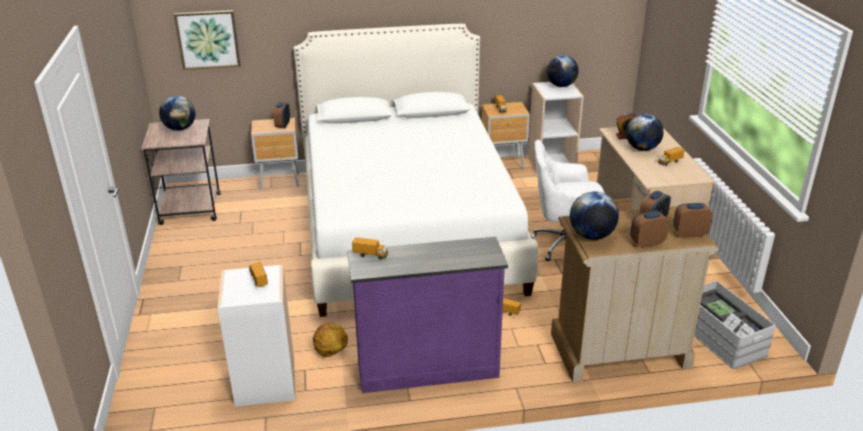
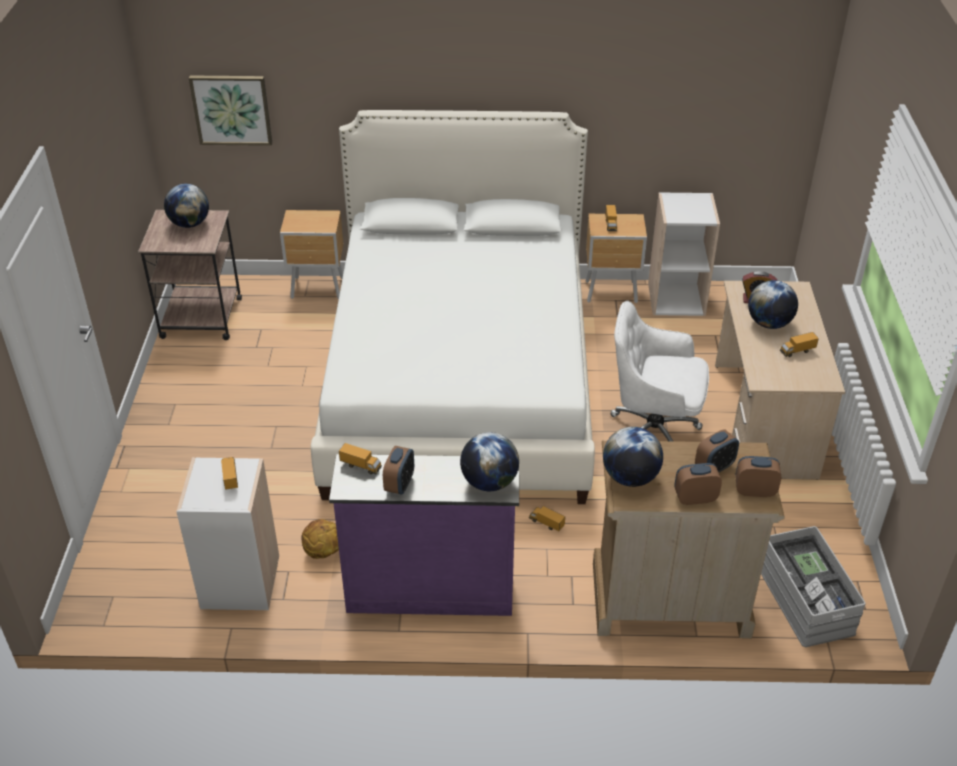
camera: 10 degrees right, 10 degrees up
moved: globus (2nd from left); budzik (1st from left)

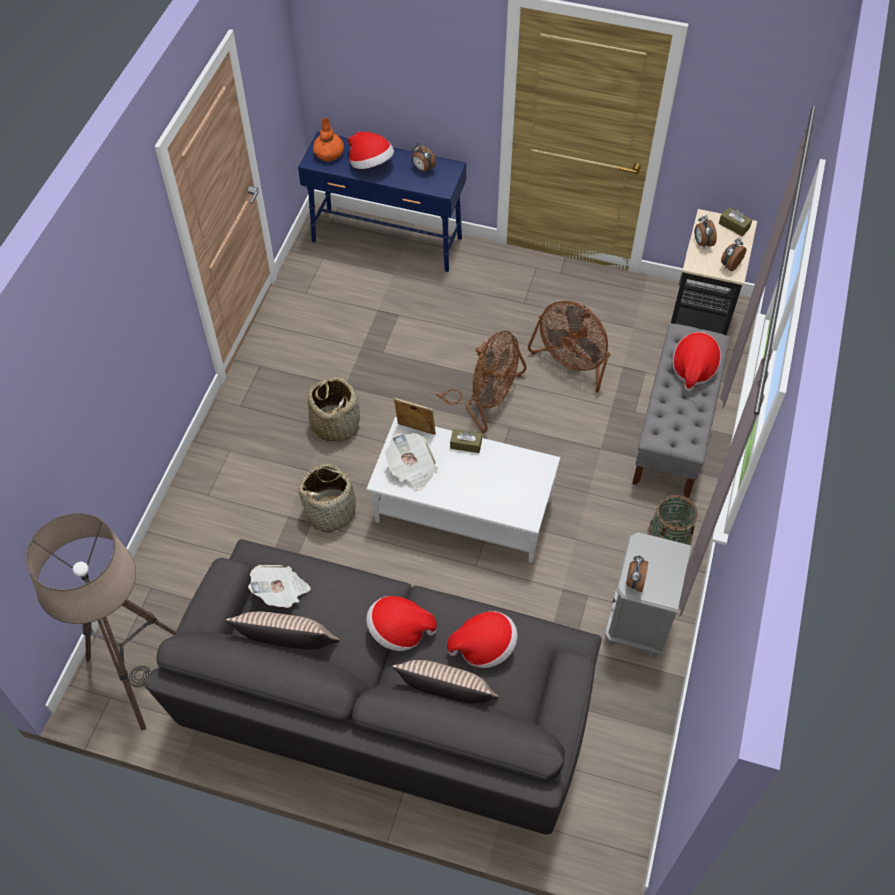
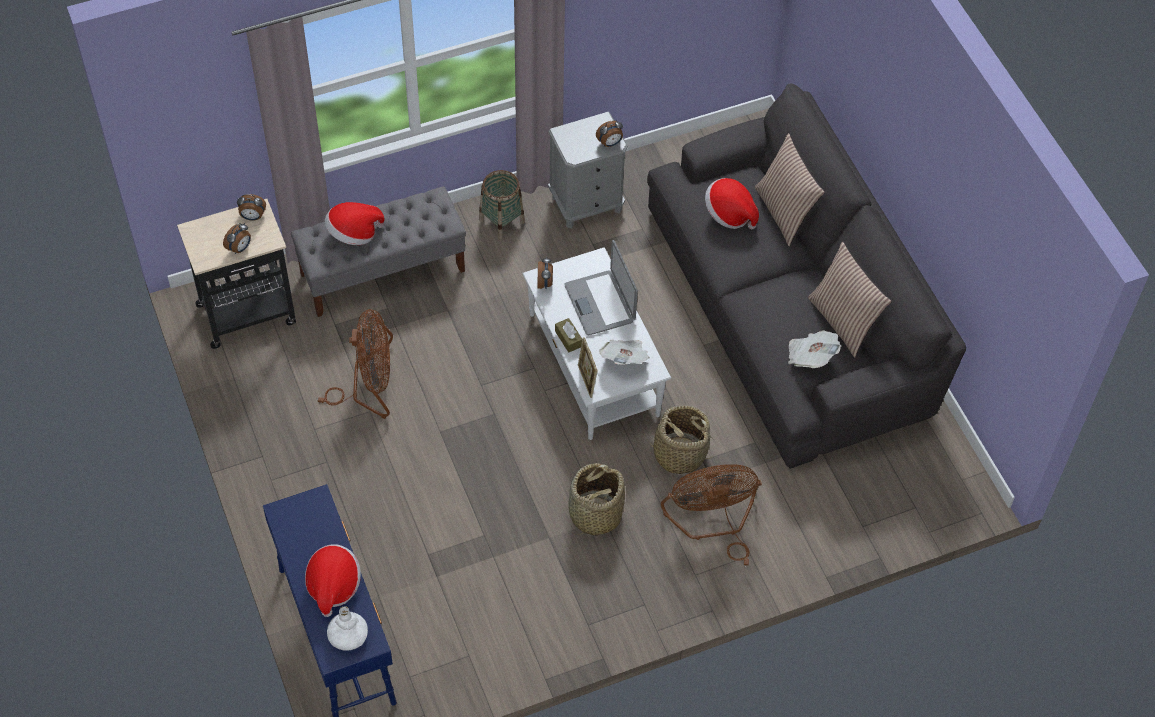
camera: 130 degrees left, 0 degrees up
removed: pudełko chusteczek/brązowy (2nd from left); lampa stojąca; kapelusz (2nd from left)
added: laptop
moved: budzik (1st from left in the first image) to budzik (3rd from left); wentylator/brązowy (1st from left in the first image) to wentylator/brązowy (2nd from left)
recoloured: wazon/pomarańczowy to wazon/biały

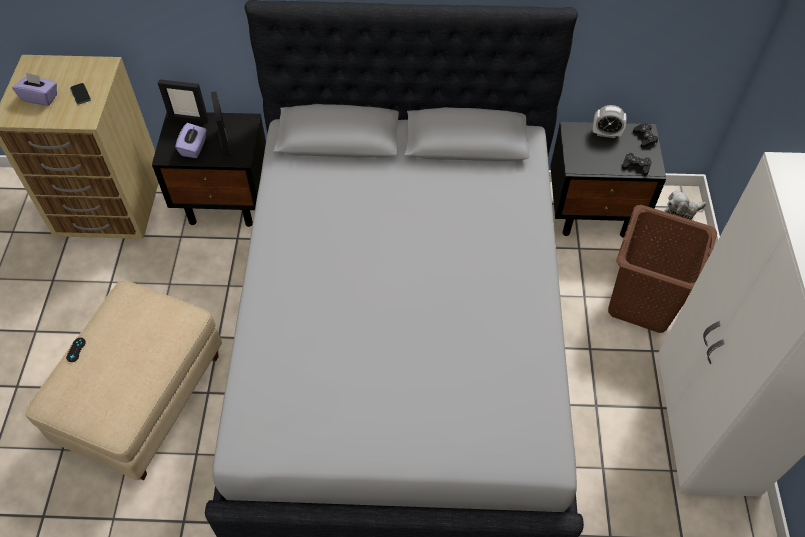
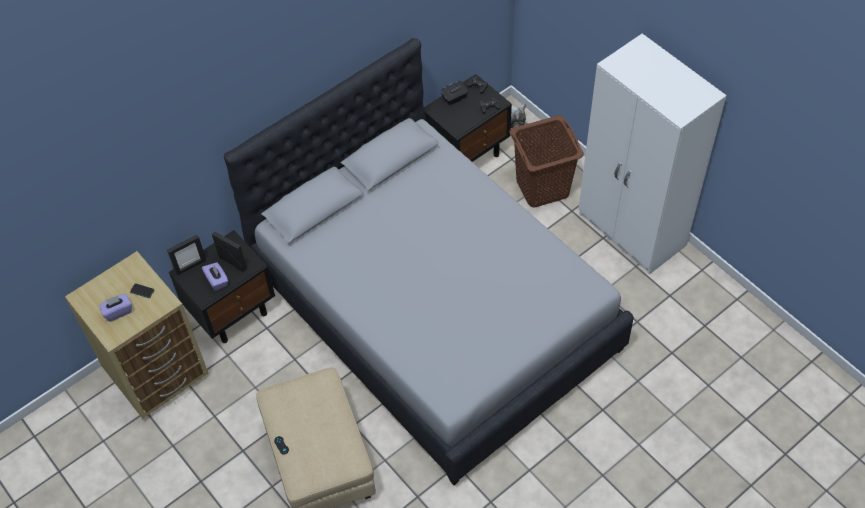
camera: 40 degrees left, 0 degrees up
replaced: budzik to pudełko chusteczek/czarny

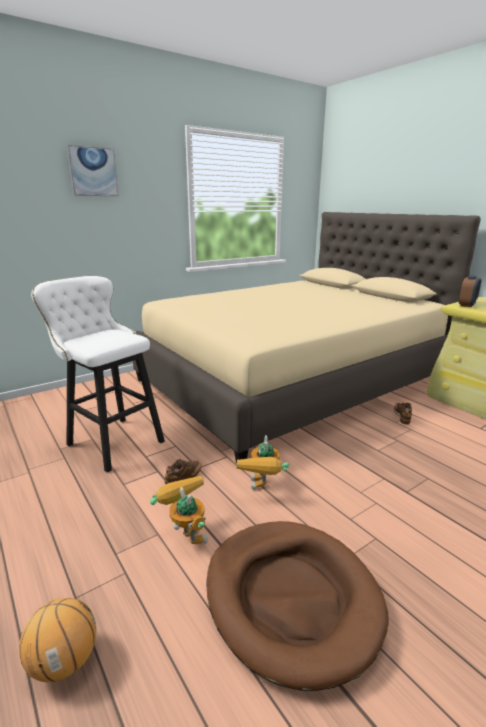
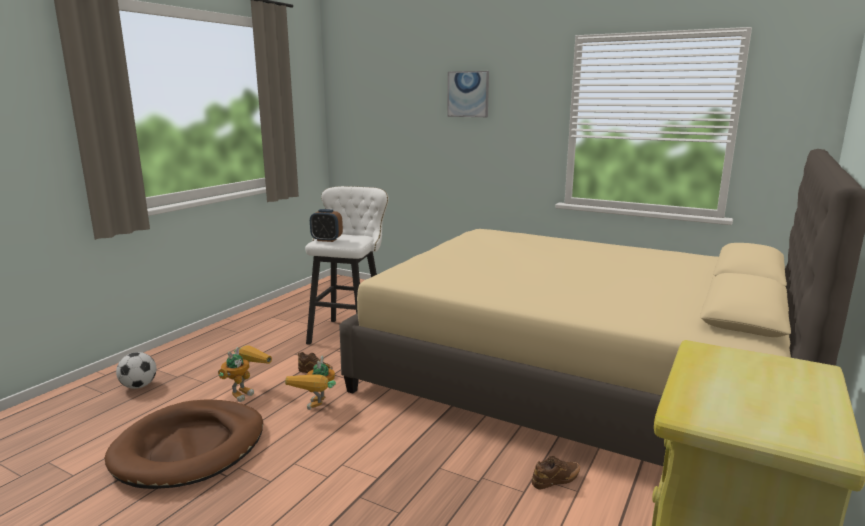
camera: 65 degrees right, 5 degrees down
moved: budzik
replaced: piłka do koszykówki to piłka futbolowa
turned: robot zabawkowy (2nd from left) 60 degrees counterclockwise

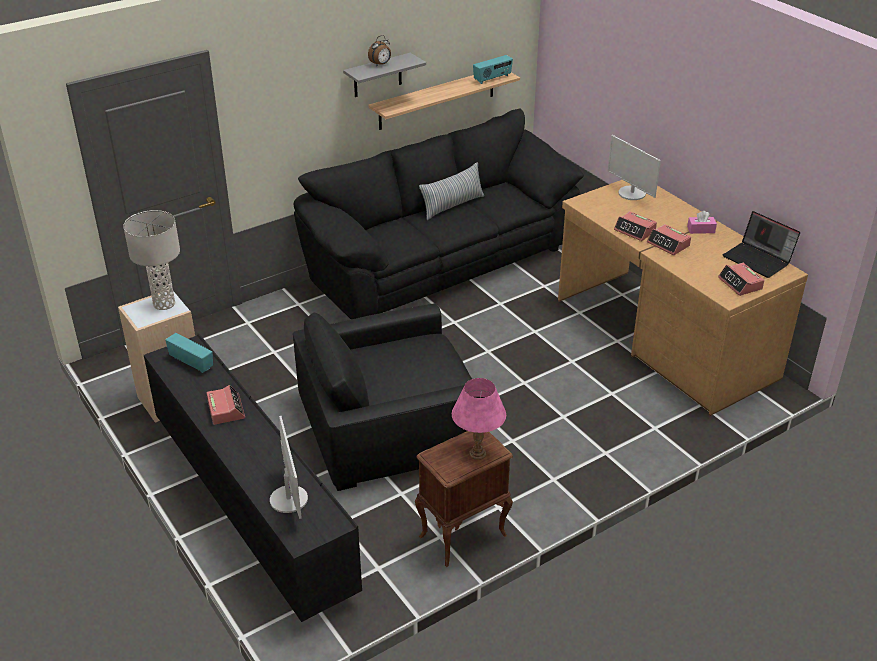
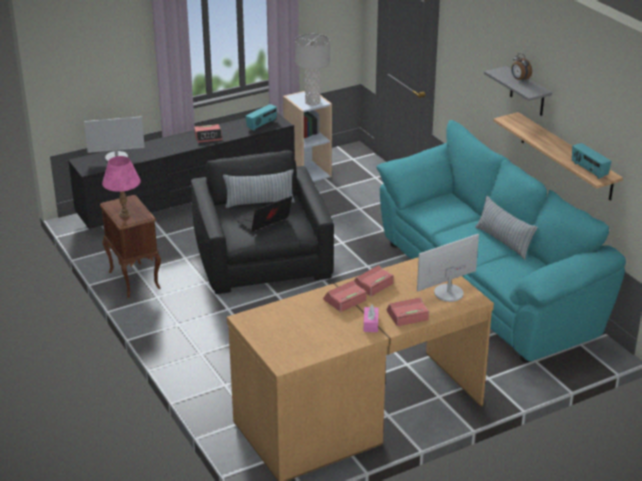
camera: 95 degrees right, 5 degrees down
added: poduszka (1st from left)
moved: laptop; budzik (5th from left in the first image) to budzik (4th from left)
recoloured: kanapa/czarny to kanapa/turkusowy

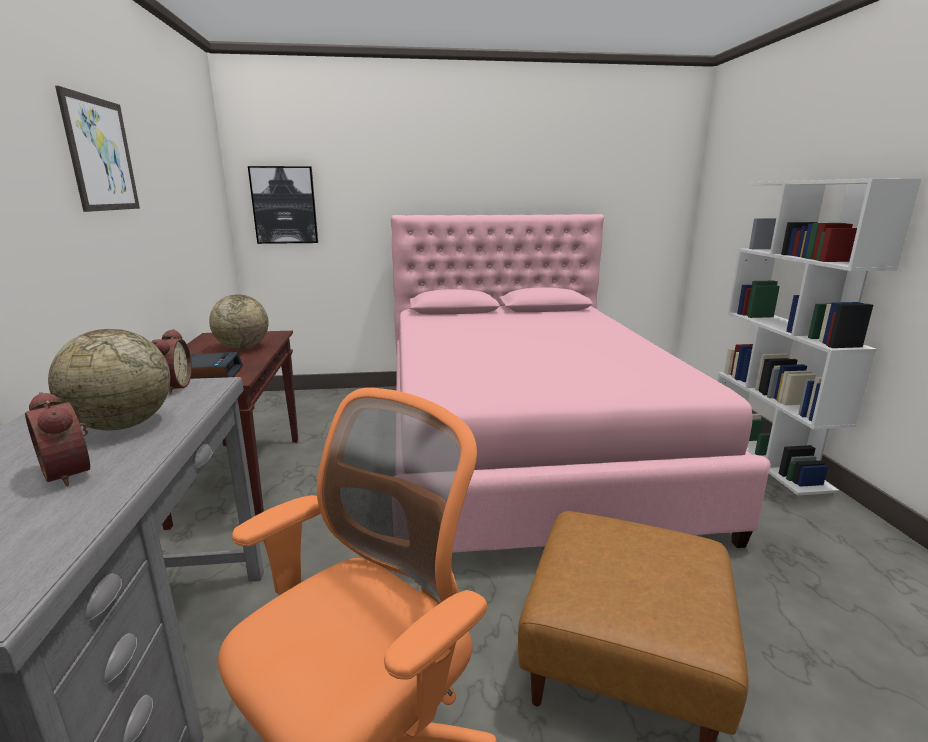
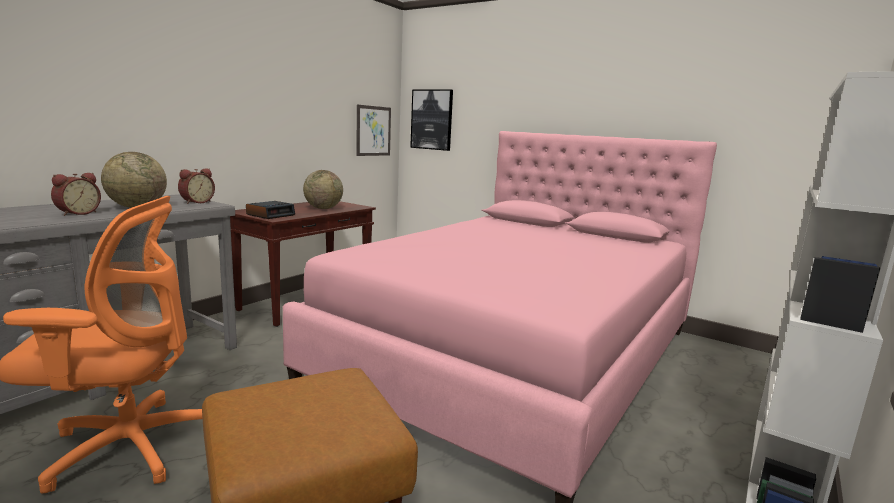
camera: 40 degrees right, 5 degrees down
moved: obraz (1st from left)
turned: budzik (1st from left) 150 degrees counterclockwise

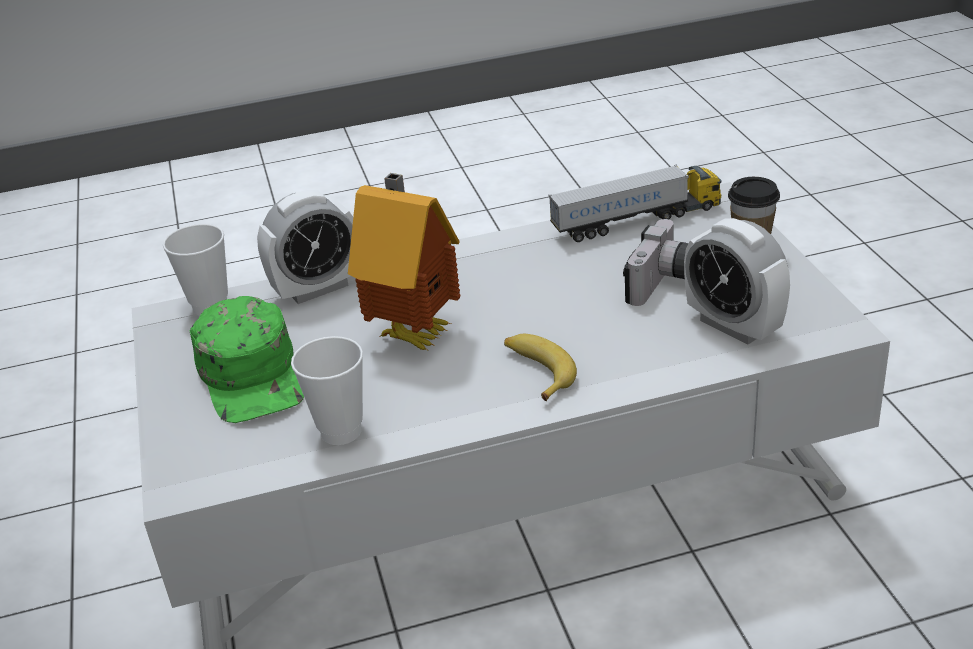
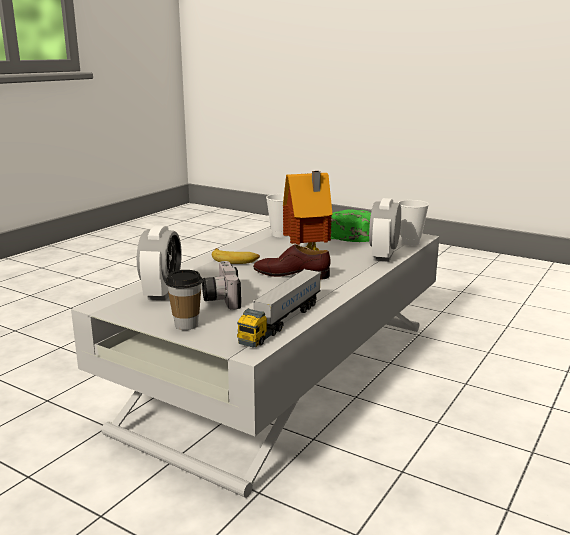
camera: 135 degrees right, 15 degrees down
added: but/brązowy
turned: budzik (2nd from left in the first image) 90 degrees clockwise

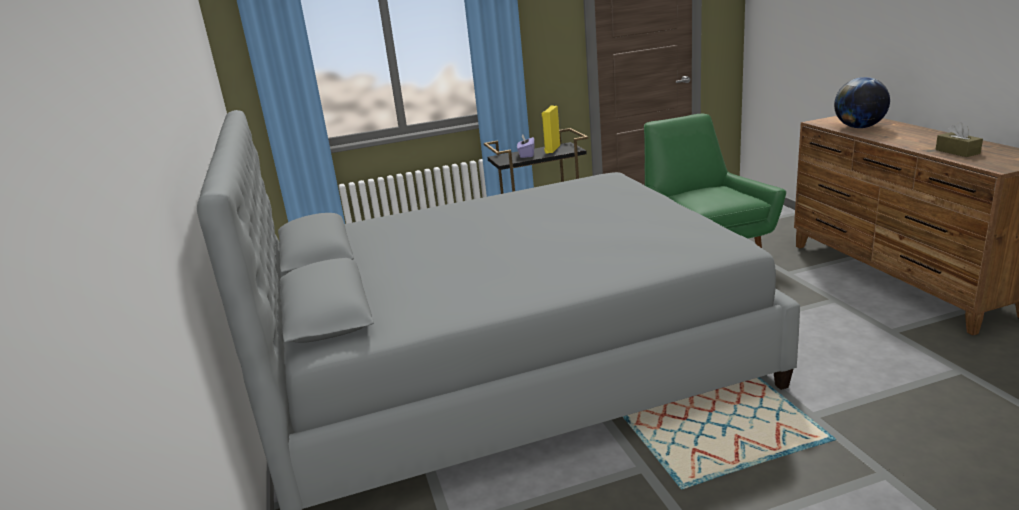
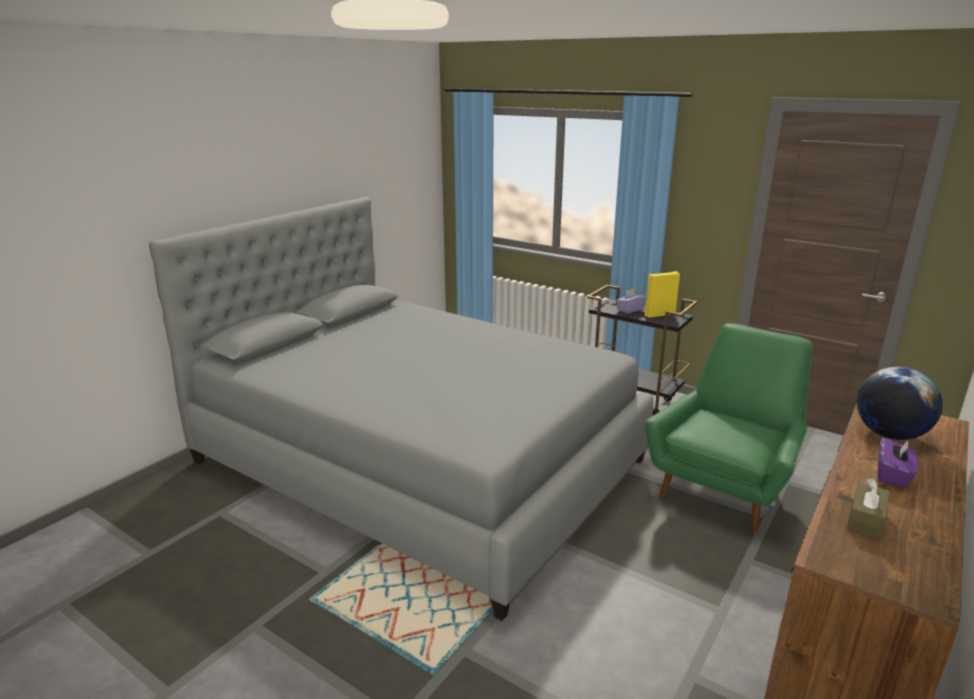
camera: 50 degrees right, 0 degrees up
added: pudełko chusteczek/fioletowy (2nd from left)

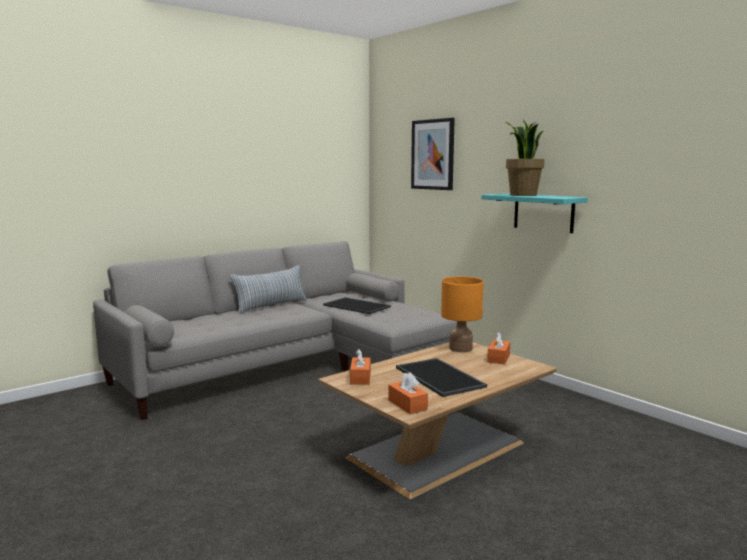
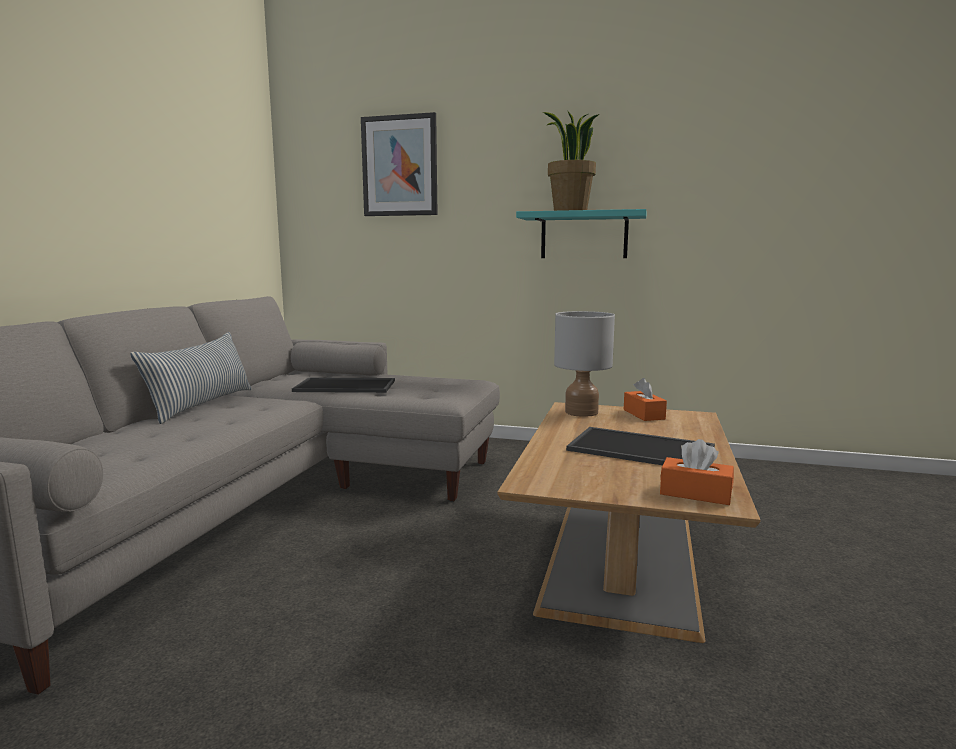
camera: 35 degrees left, 0 degrees up
removed: pudełko chusteczek/pomarańczowy (1st from left)
recoloured: lampa stołowa/pomarańczowy to lampa stołowa/szary

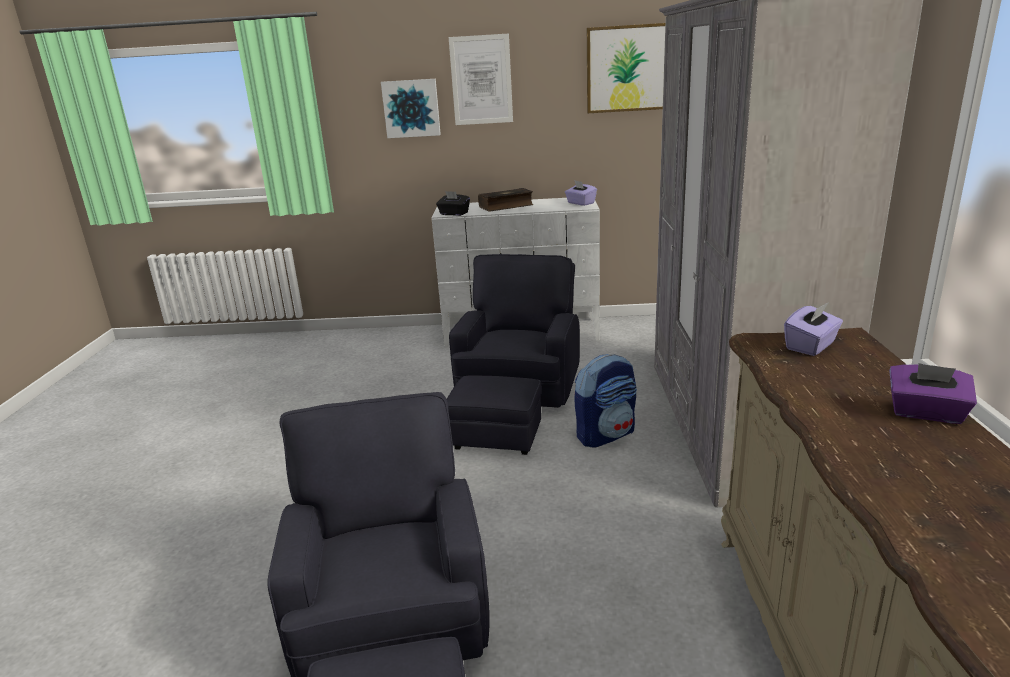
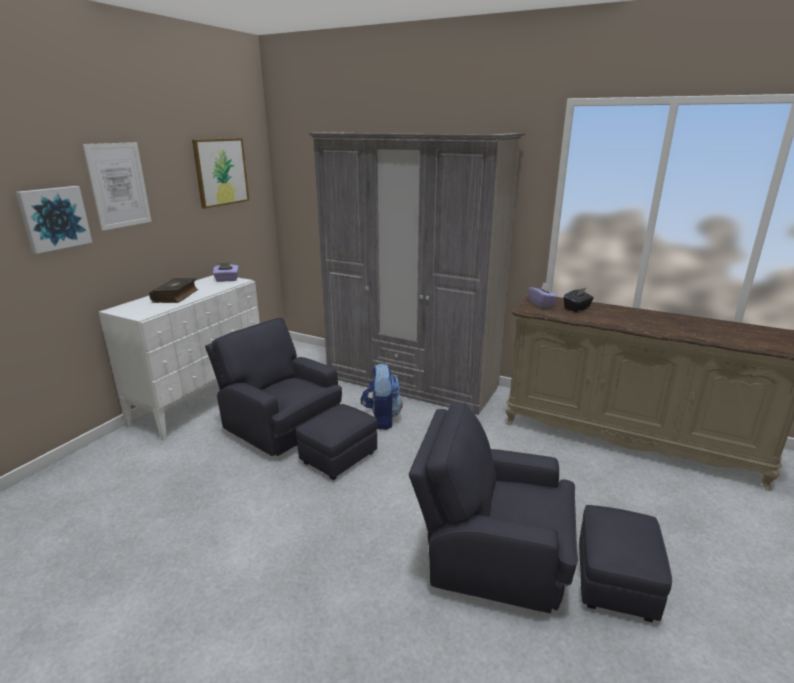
camera: 65 degrees left, 0 degrees up
removed: pudełko chusteczek/fioletowy (3rd from left)
moved: pudełko chusteczek/czarny

